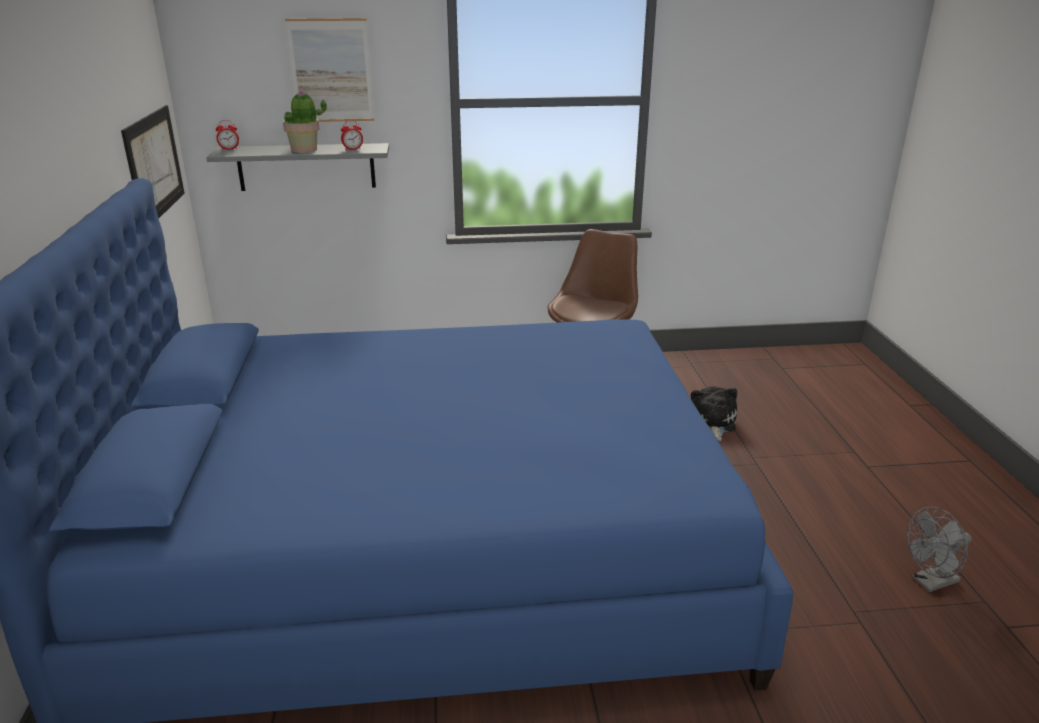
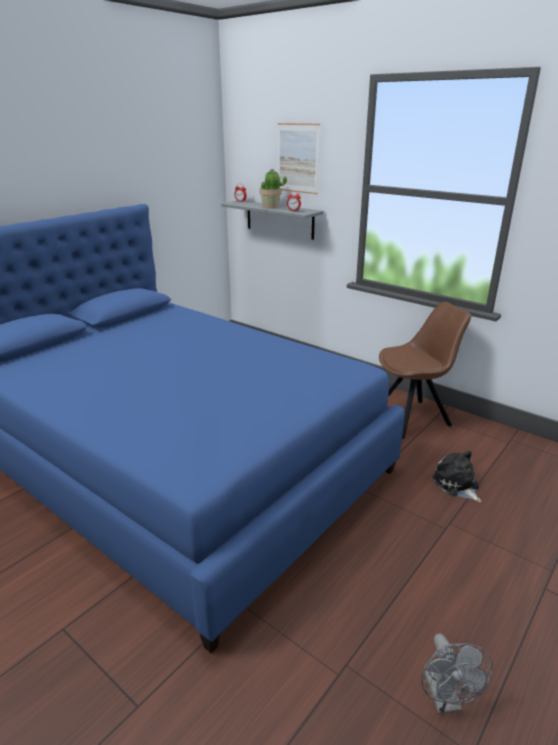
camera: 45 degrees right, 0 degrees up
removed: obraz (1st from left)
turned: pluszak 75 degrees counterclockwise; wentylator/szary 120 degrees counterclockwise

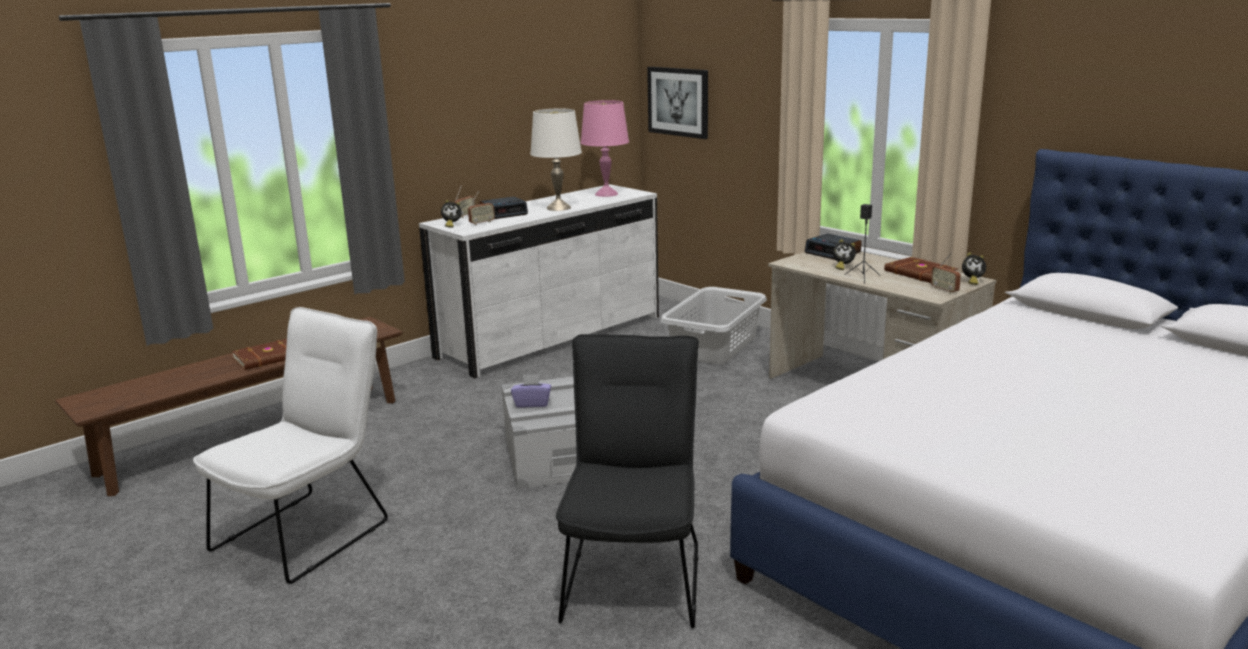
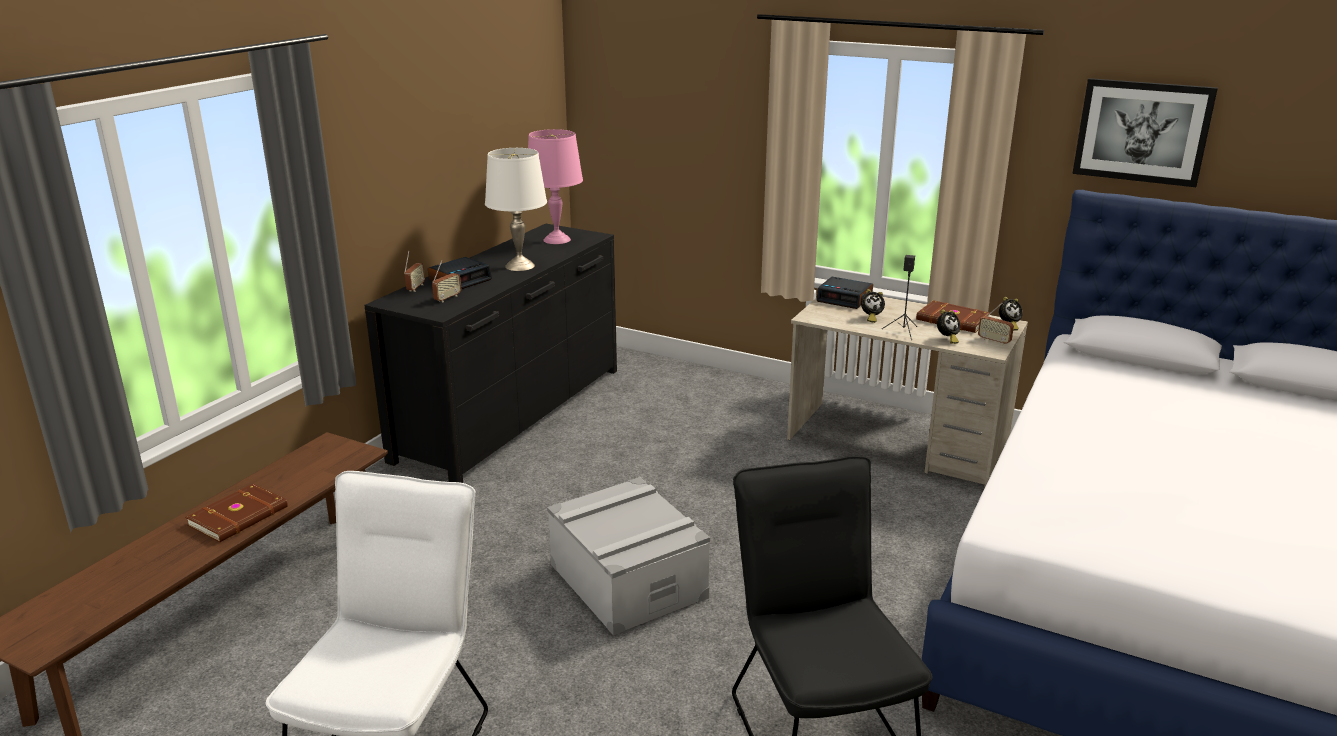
camera: 20 degrees left, 5 degrees up
removed: kosz na pranie/szary; pudełko chusteczek/fioletowy
moved: obraz; budzik (1st from left in the first image) to budzik (4th from left)
recoloured: komoda/biały to komoda/czarny

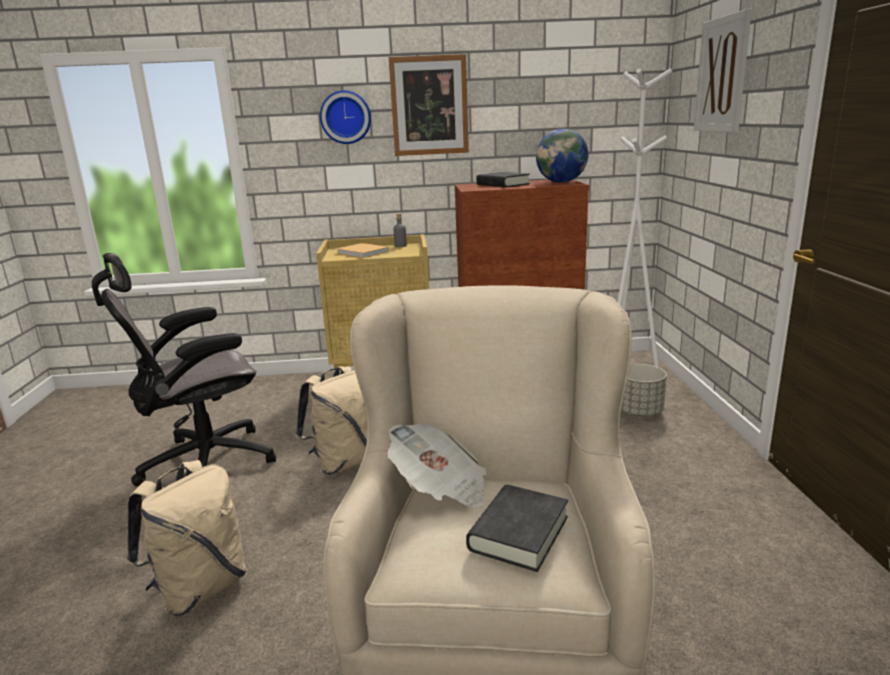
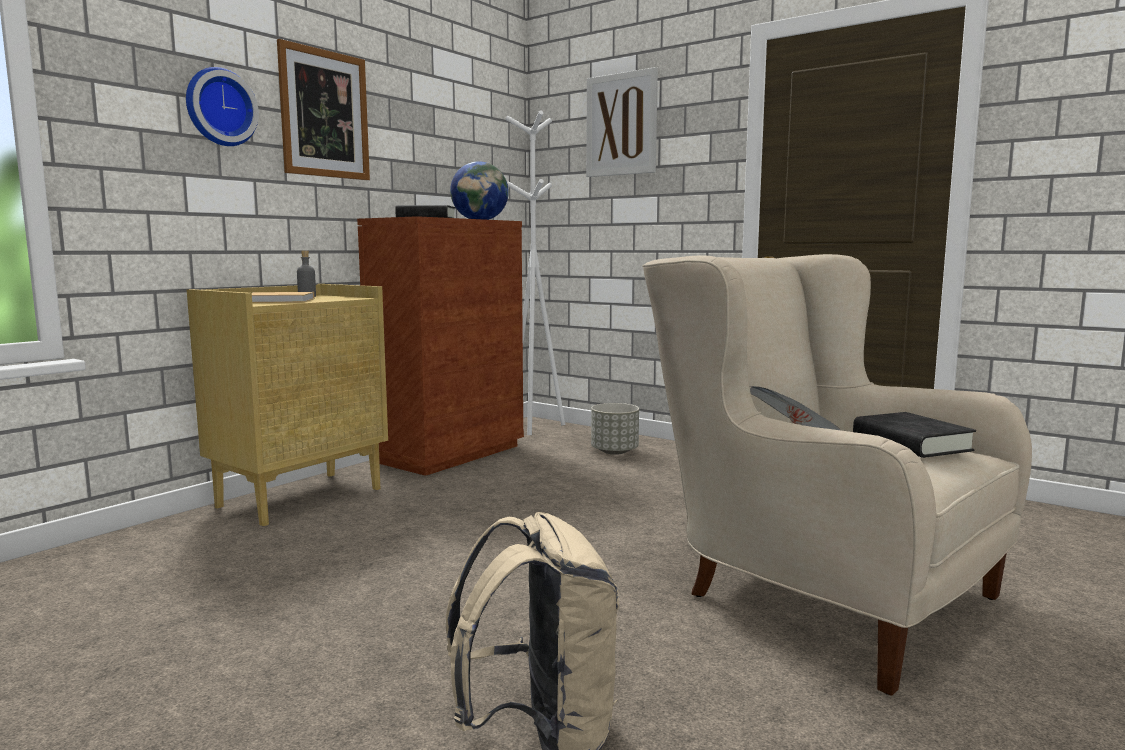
camera: 50 degrees left, 10 degrees down
removed: krzesło biurowe; plecak/beżowy (2nd from left)

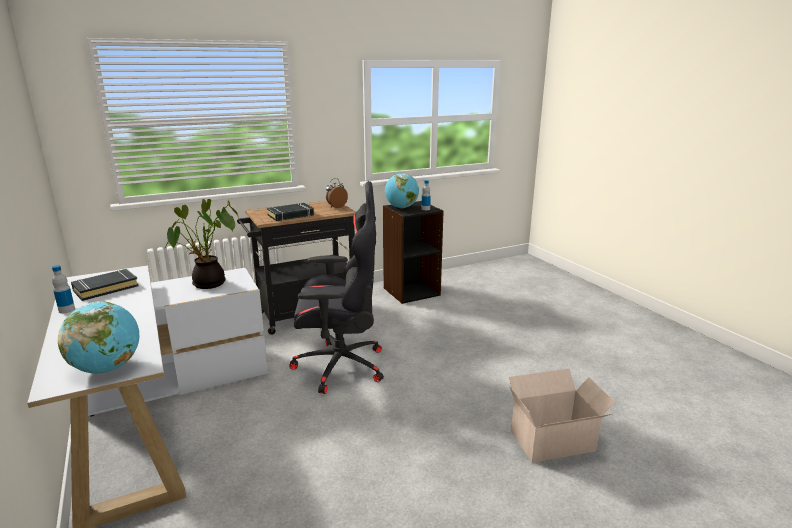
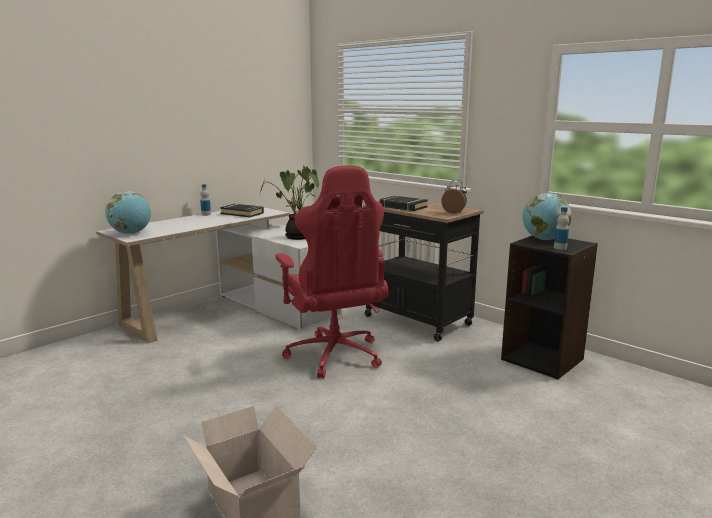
camera: 70 degrees right, 5 degrees down
recoloured: krzesło biurowe/czarny to krzesło biurowe/czerwony

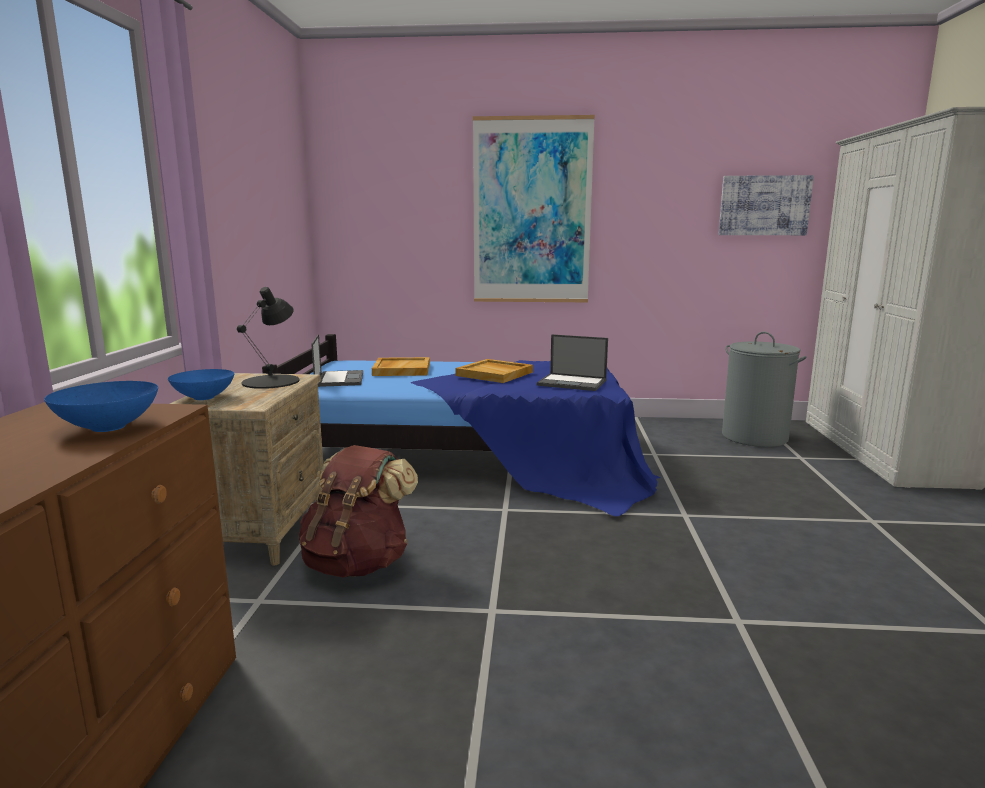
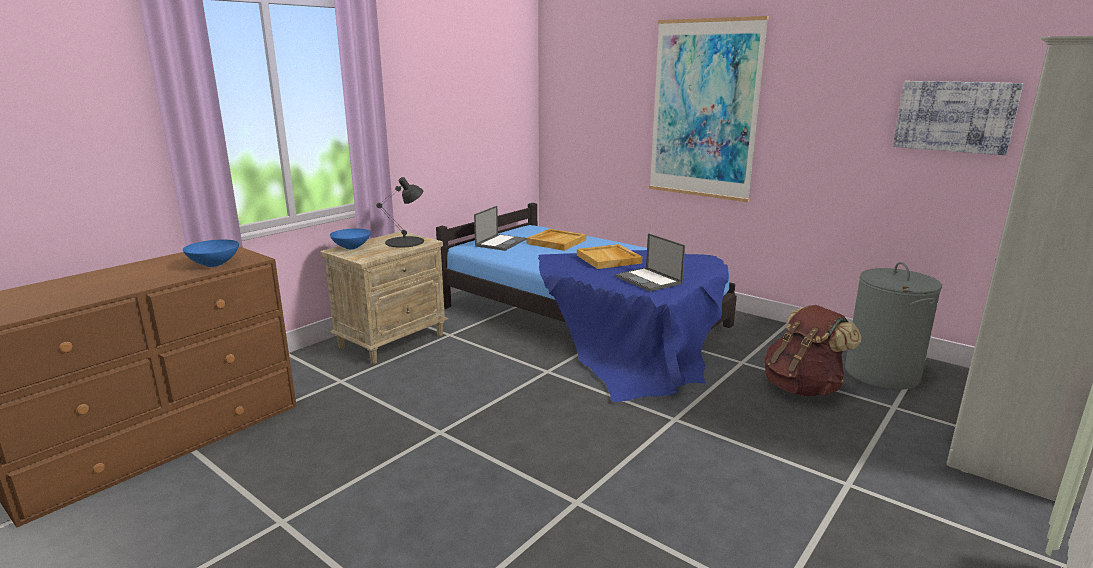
camera: 35 degrees right, 5 degrees up
moved: plecak/brązowy

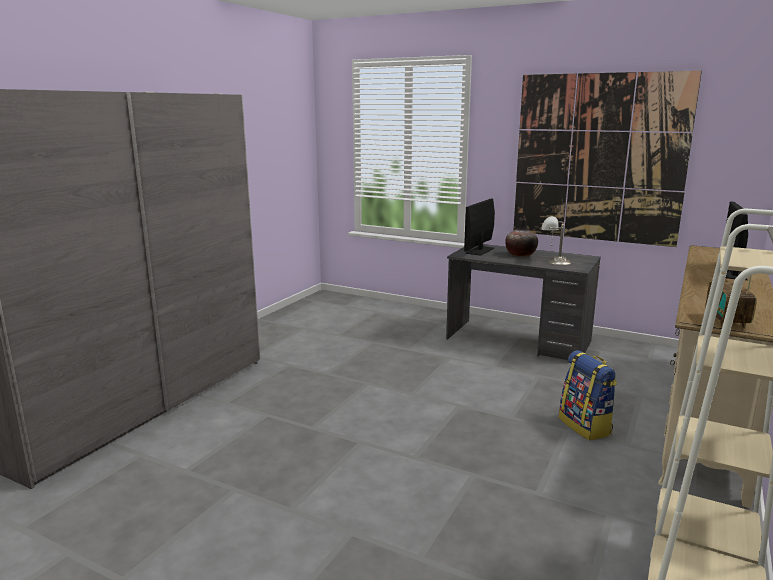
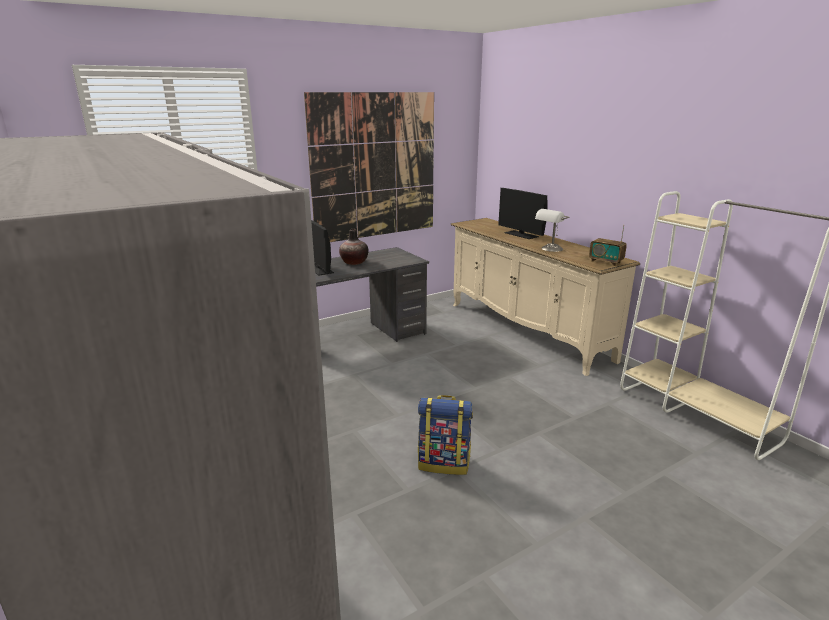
camera: 60 degrees left, 5 degrees up
moved: lampa stołowa/biały; plecak

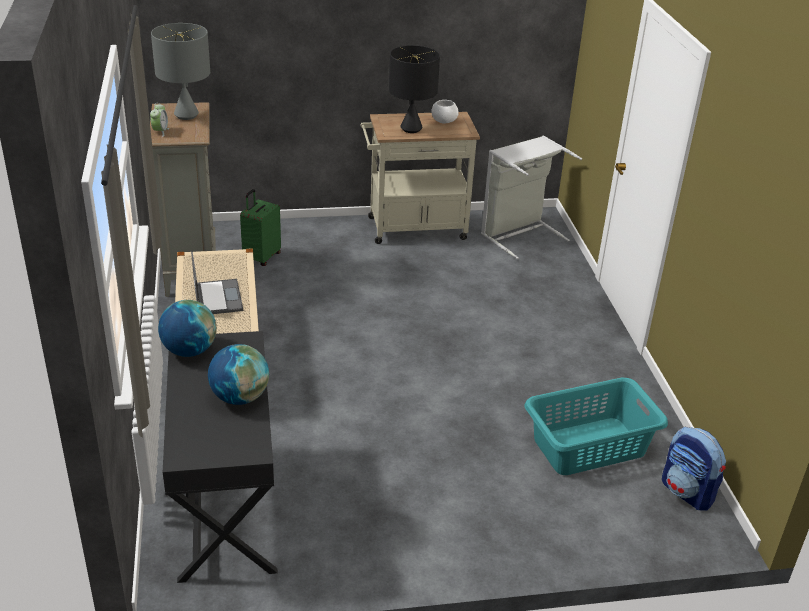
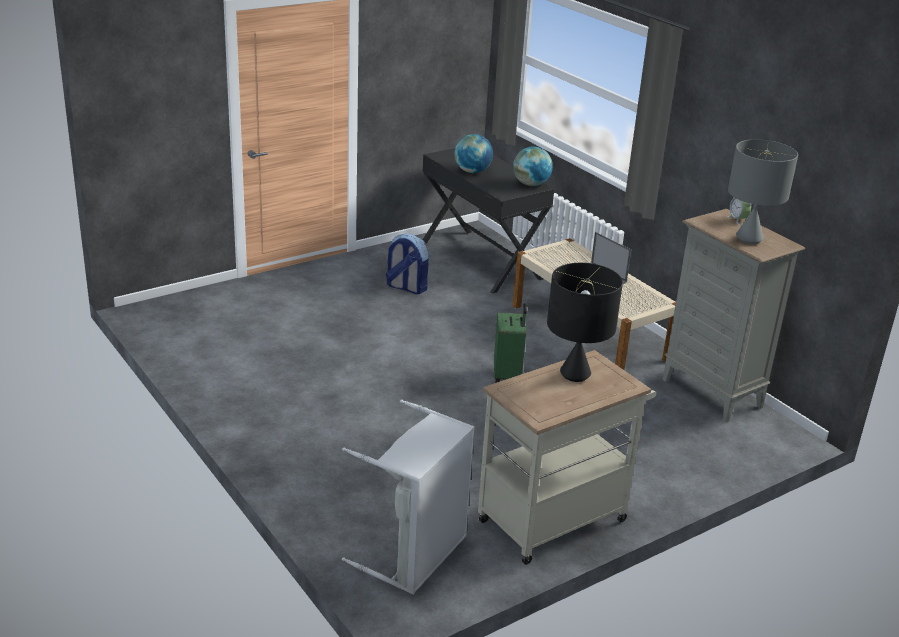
camera: 155 degrees right, 5 degrees down
removed: miska/biały; kosz na pranie/turkusowy
moved: walizka/zielony; plecak

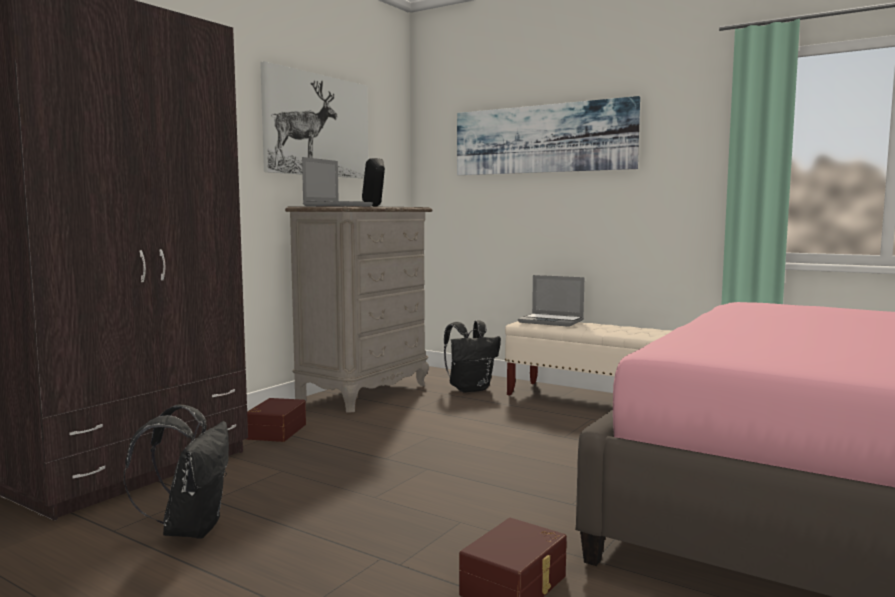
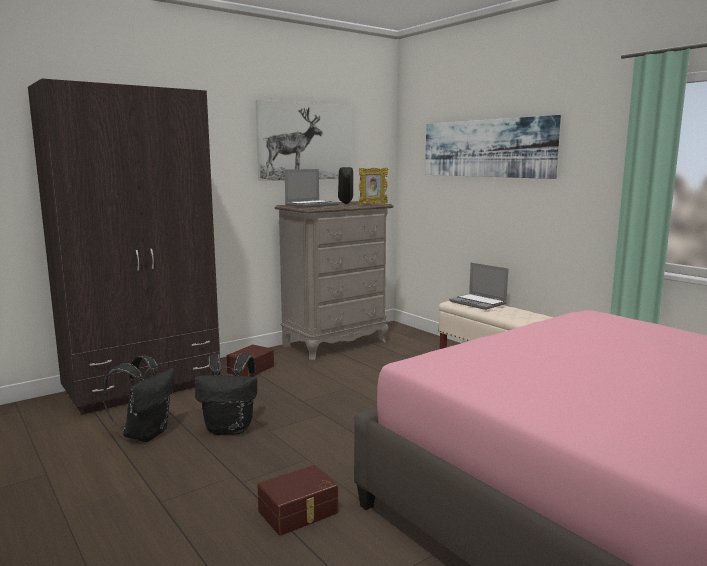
camera: 20 degrees right, 5 degrees up
added: ramka na zdjęcie
moved: plecak/czarny (2nd from left)

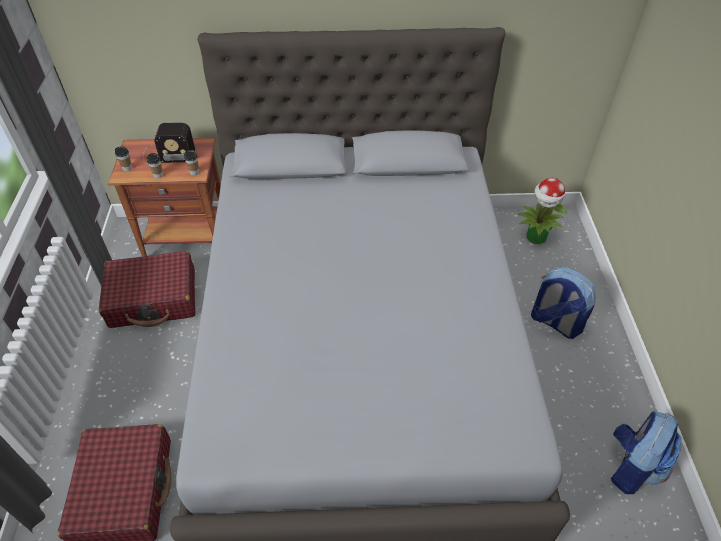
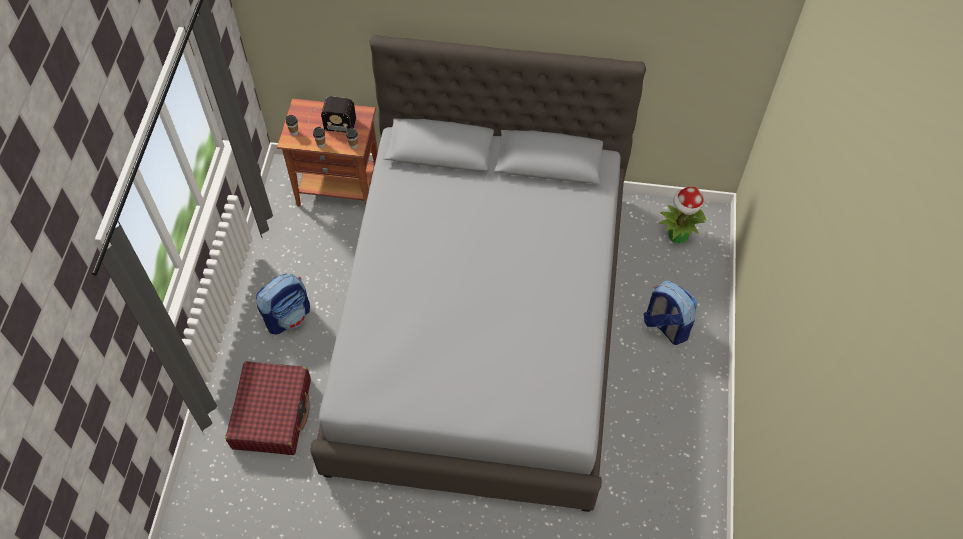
camera: 10 degrees right, 10 degrees up
removed: walizka/czerwony (2nd from left)
moved: plecak (2nd from left in the first image) to plecak (1st from left)

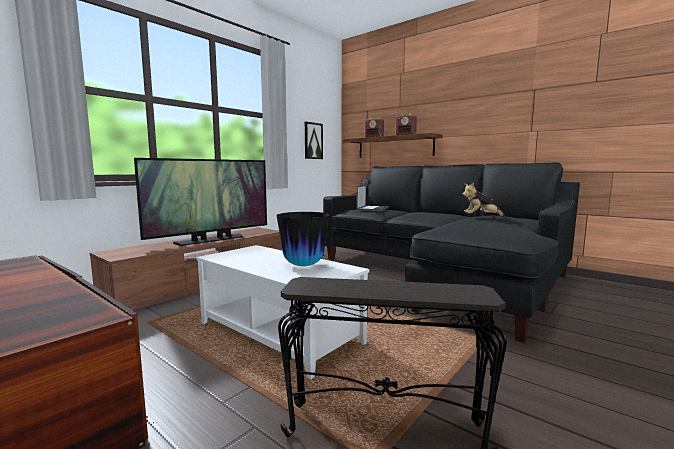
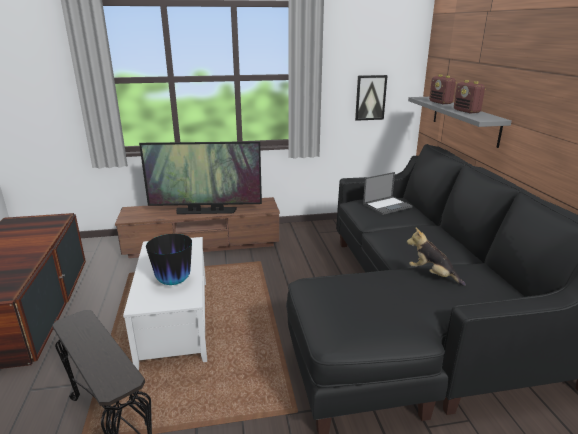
camera: 40 degrees right, 15 degrees up
recoloured: półka/brązowy to półka/szary

